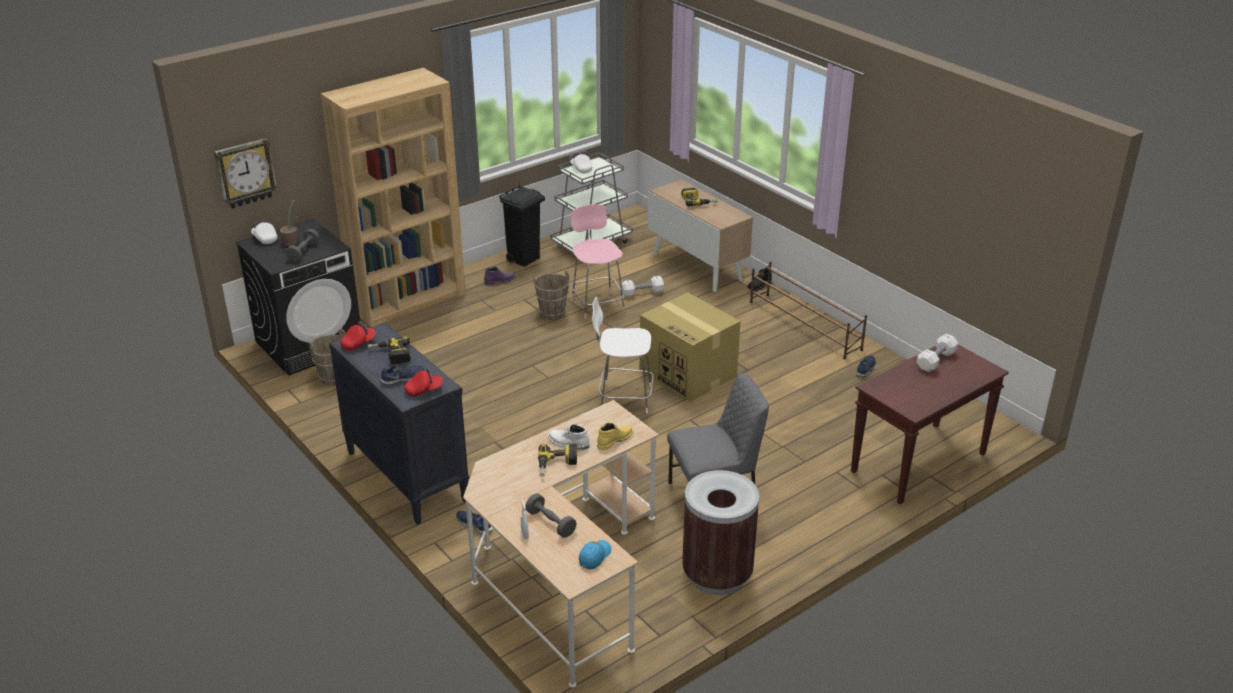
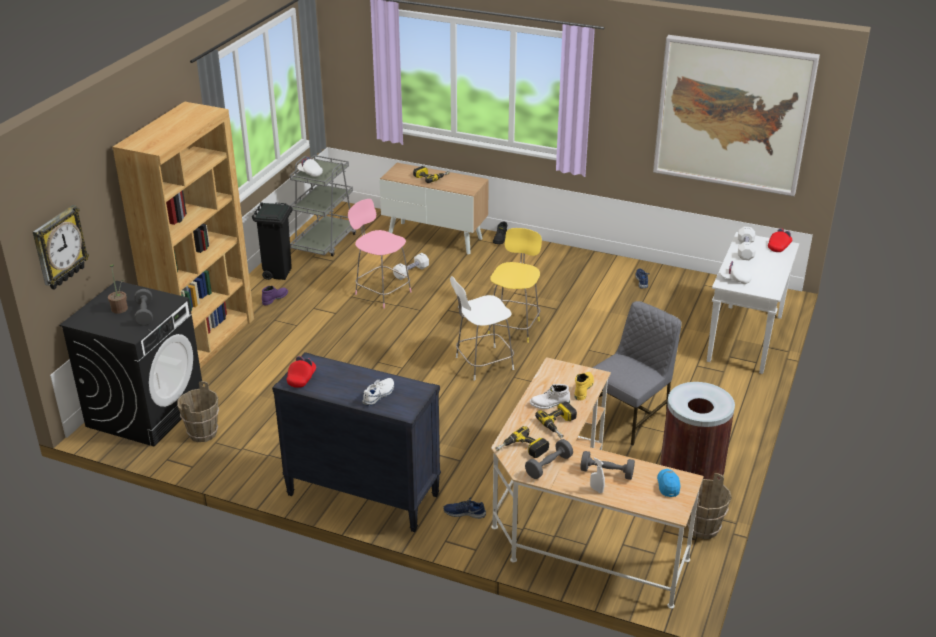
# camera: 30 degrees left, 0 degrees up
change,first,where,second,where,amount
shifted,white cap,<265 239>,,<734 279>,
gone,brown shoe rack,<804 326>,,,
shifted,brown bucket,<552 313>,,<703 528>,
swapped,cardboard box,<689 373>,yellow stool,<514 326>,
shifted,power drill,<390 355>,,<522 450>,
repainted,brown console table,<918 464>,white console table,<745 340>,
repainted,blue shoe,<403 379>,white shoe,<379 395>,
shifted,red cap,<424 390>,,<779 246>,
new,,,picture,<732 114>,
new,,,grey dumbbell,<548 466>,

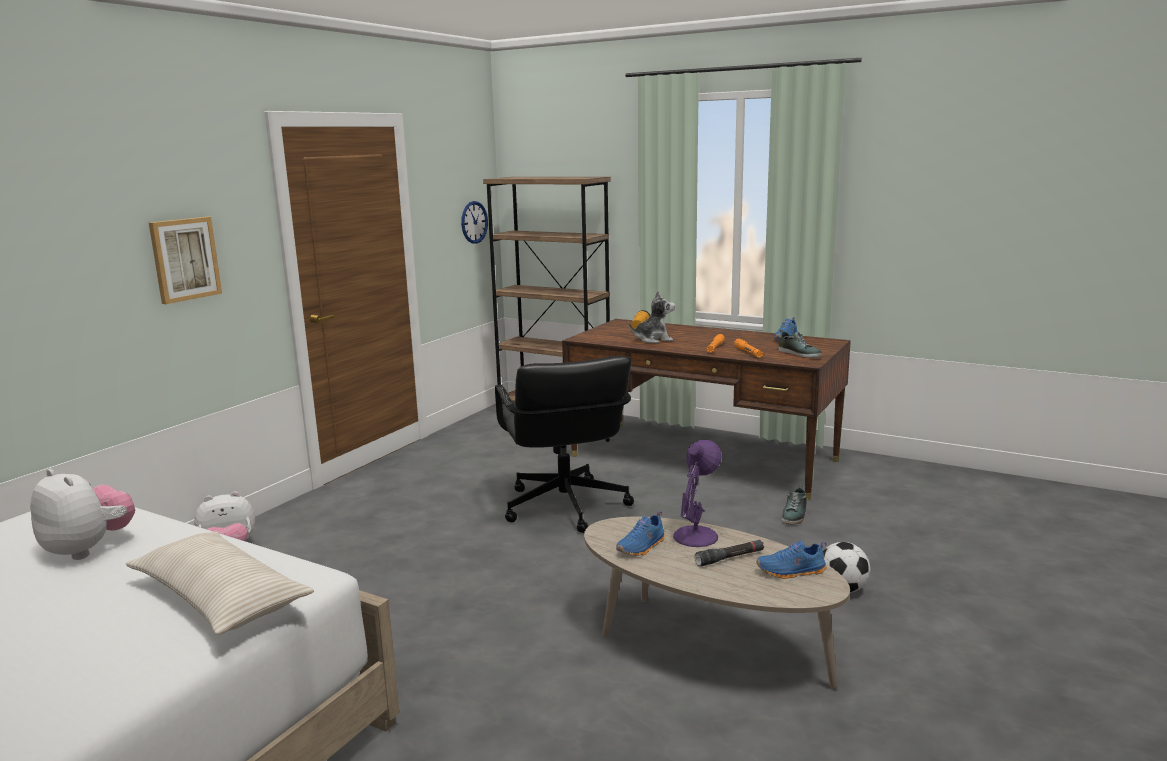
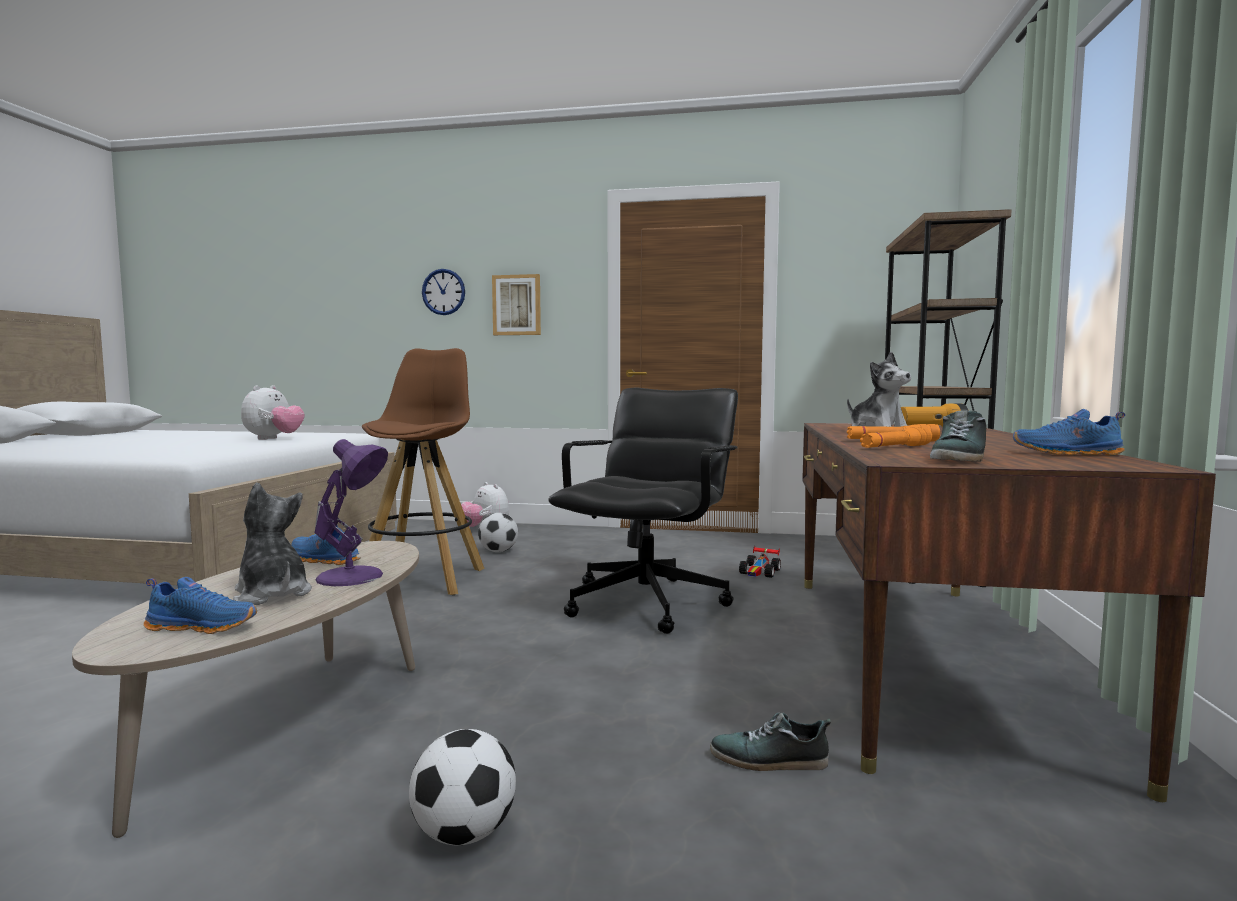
# camera: 70 degrees right, 10 degrees down
change,first,where,second,where,amount
shifted,wall clock,<474 222>,,<443 292>,
rotated,black office chair,<564 507>,,<648 603>,150 degrees clockwise
gone,beige pillow,<220 598>,,,
swapped,black flashlight,<730 558>,plush toy,<272 594>,
rotated,blue shoe,<791 572>,,<204 626>,120 degrees clockwise
new,,,brown stool,<424 579>,
new,,,football,<498 551>,
new,,,toy car,<760 572>,

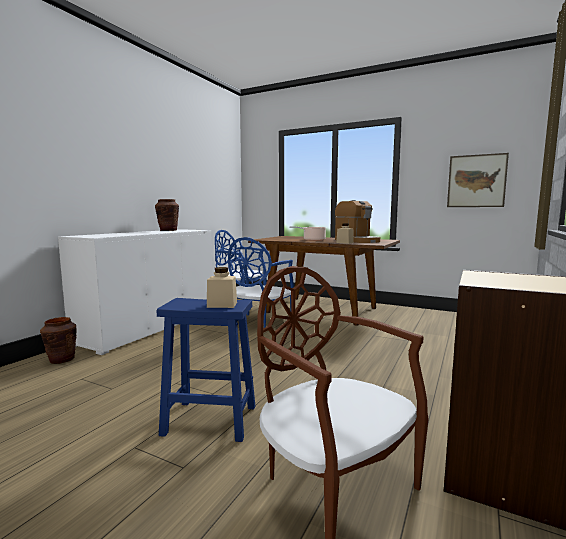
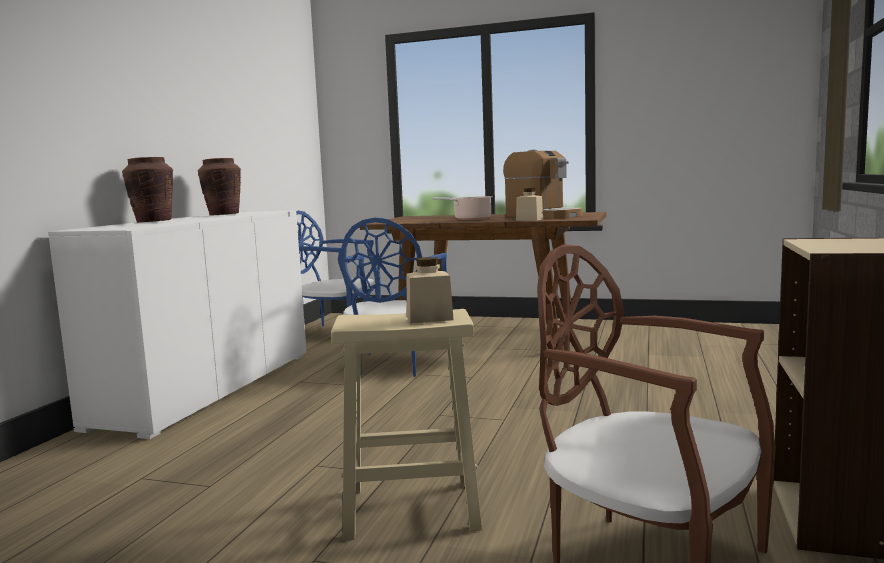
# camera: 10 degrees left, 0 degrees up
change,first,where,second,where,amount
gone,picture,<476 181>,,,
repainted,blue stool,<208 420>,beige stool,<408 509>,
shifted,brown vase,<61 360>,,<153 221>,

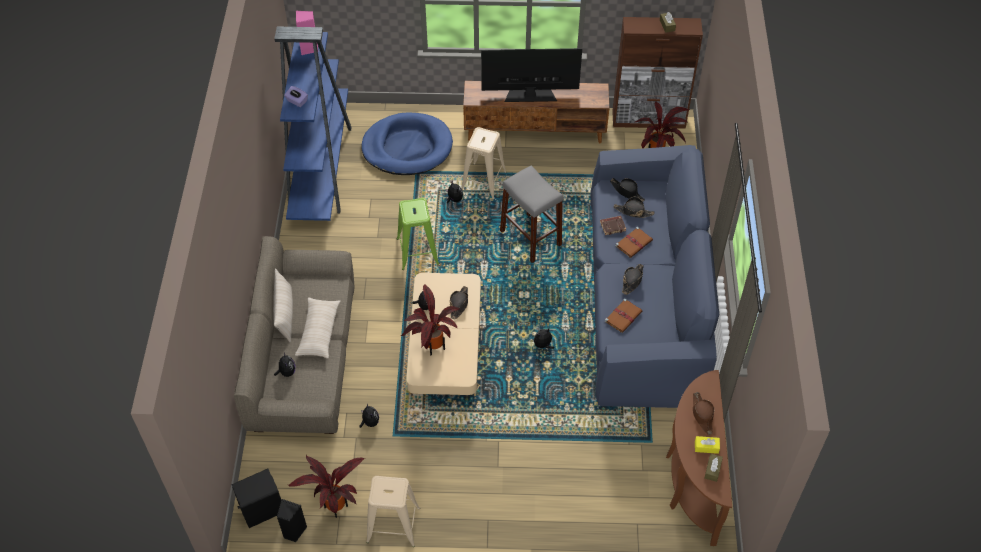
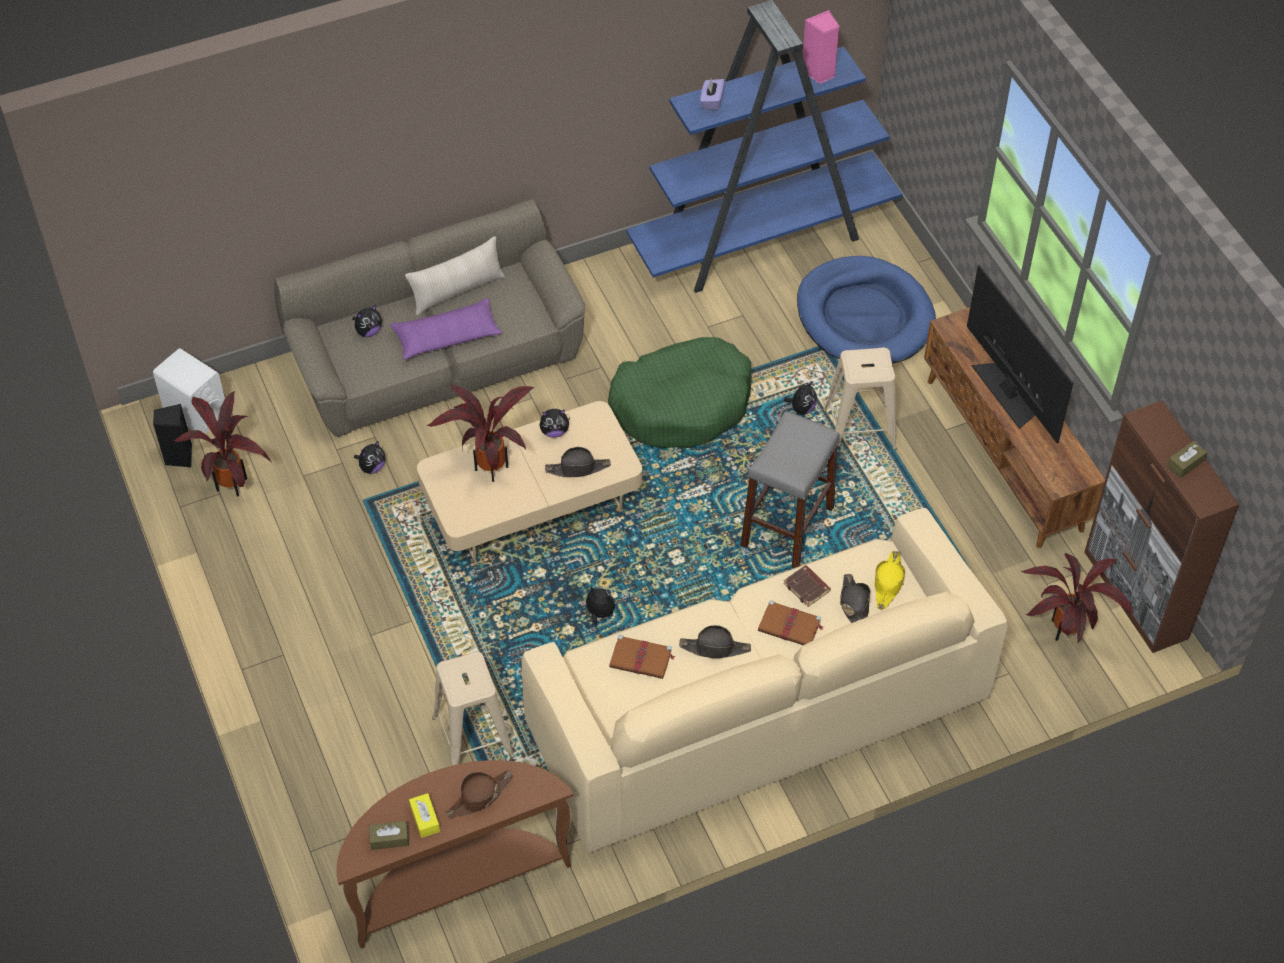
# camera: 65 degrees right, 0 degrees up
change,first,where,second,where,amount
repainted,blue sofa,<643 298>,beige sofa,<758 711>,
repainted,black hat,<627 192>,yellow hat,<888 583>,
swapped,green stool,<417 251>,green dog bed,<682 404>,
repainted,beige pillow,<319 332>,purple pillow,<447 336>,
repainted,black speaker,<261 509>,white speaker,<195 412>,
shifted,beige stool,<394 525>,,<473 737>,

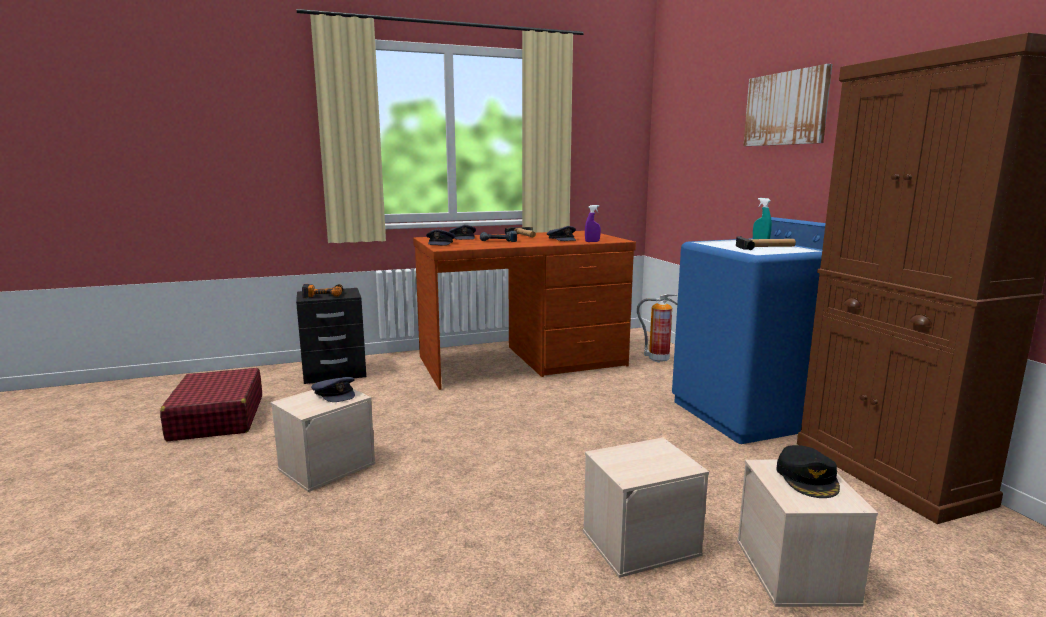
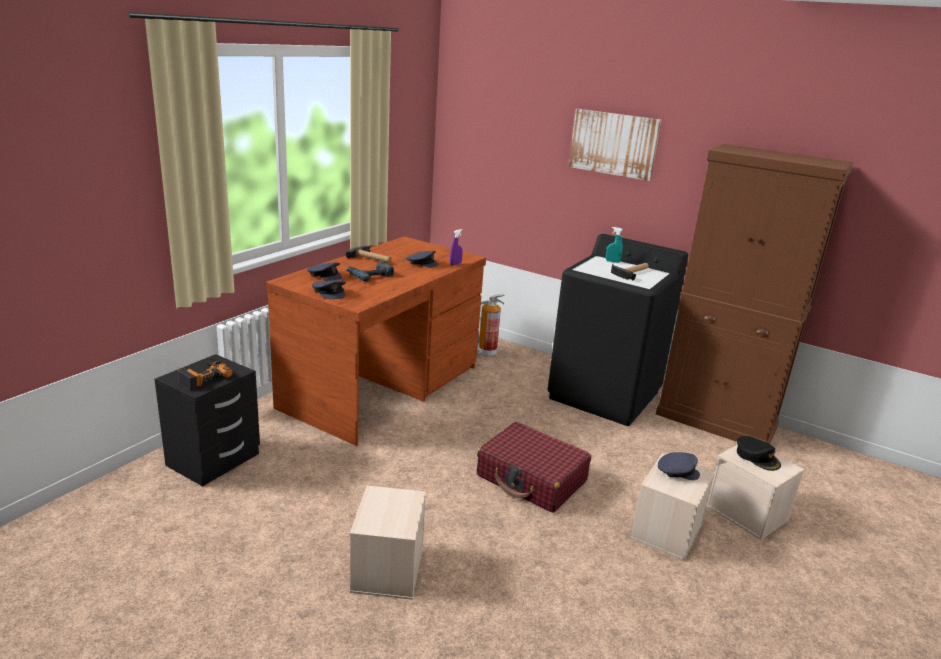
# camera: 40 degrees left, 10 degrees up
change,first,where,second,where,amount
repainted,blue washing machine,<749 414>,black washing machine,<605 395>,
shifted,red suitcase,<217 418>,,<531 479>,
shifted,grey cap,<335 394>,,<677 471>,

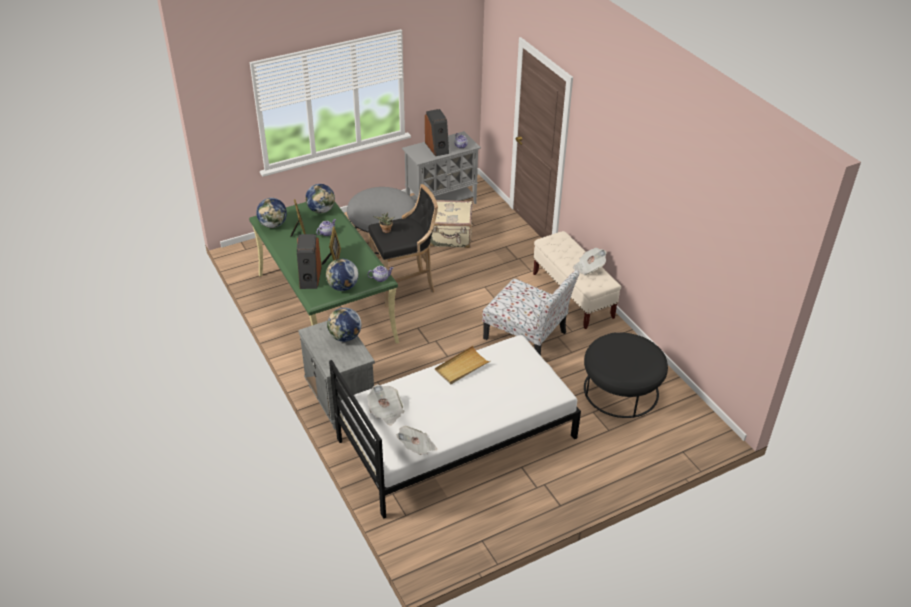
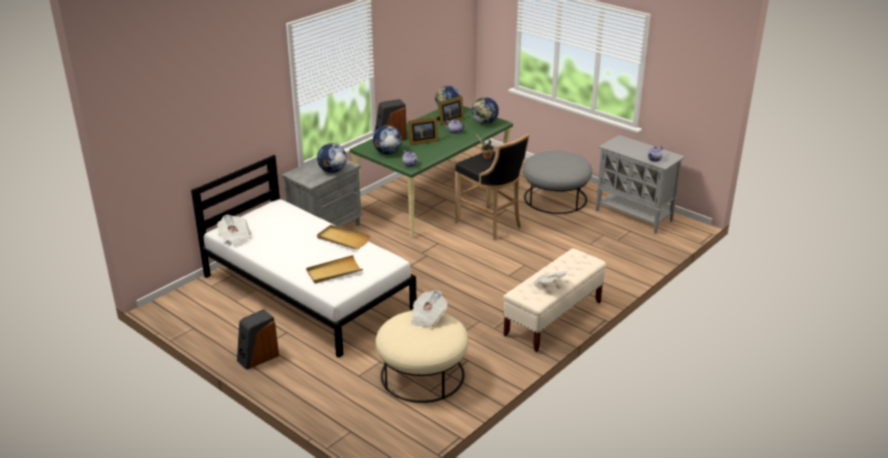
# camera: 70 degrees right, 10 degrees down
change,first,where,second,where,amount
shifted,speaker,<437 147>,,<258 357>,
gone,beige suitcase,<450 237>,,,
gone,chair,<527 336>,,,
repainted,black ottoman,<621 390>,beige ottoman,<422 375>,
shifted,newspaper,<386 411>,,<427 318>,
new,,,beige tray,<334 271>,

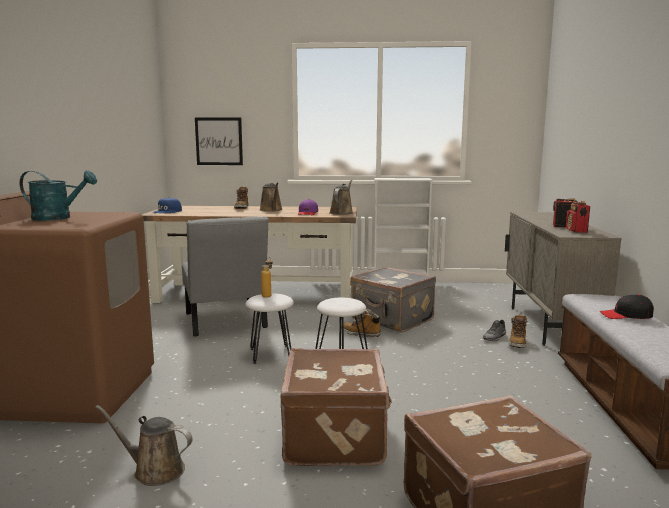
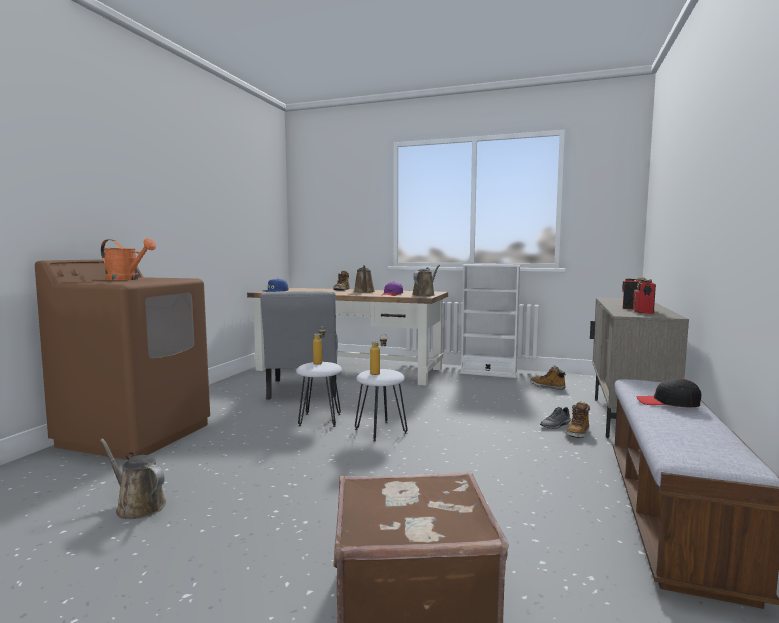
# camera: 15 degrees right, 5 degrees down
change,first,where,second,where,amount
gone,picture,<219 141>,,,
repainted,turquoise watering can,<58 218>,orange watering can,<127 279>,
gone,grey suitcase,<392 320>,,,
shifted,boot,<361 334>,,<547 387>,
gone,brown suitcase,<337 436>,,,
new,,,bottle,<379 373>,

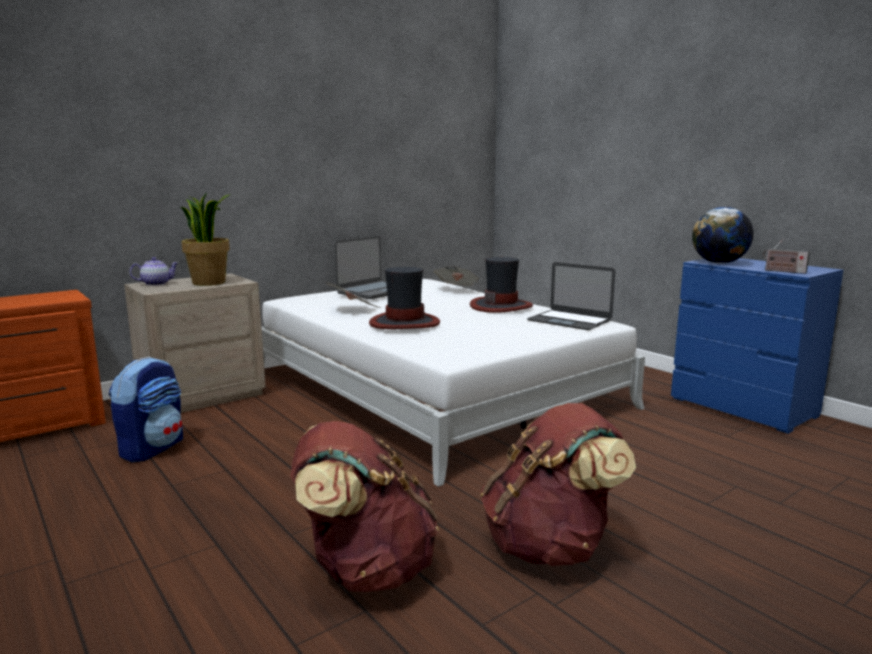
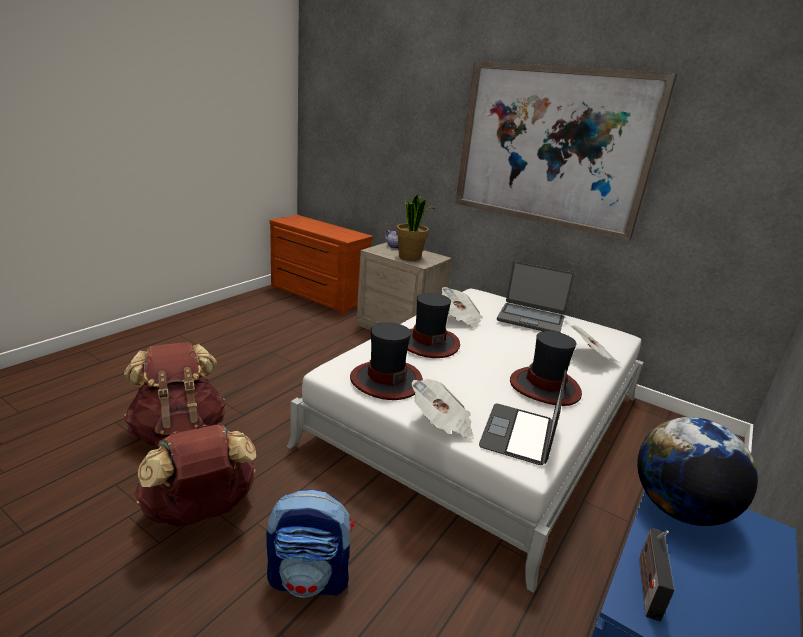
# camera: 70 degrees right, 10 degrees up
change,first,where,second,where,amount
shifted,backpack,<152 448>,,<310 578>,
new,,,picture,<552 147>,
new,,,hat,<385 380>,
new,,,newspaper,<442 424>,

